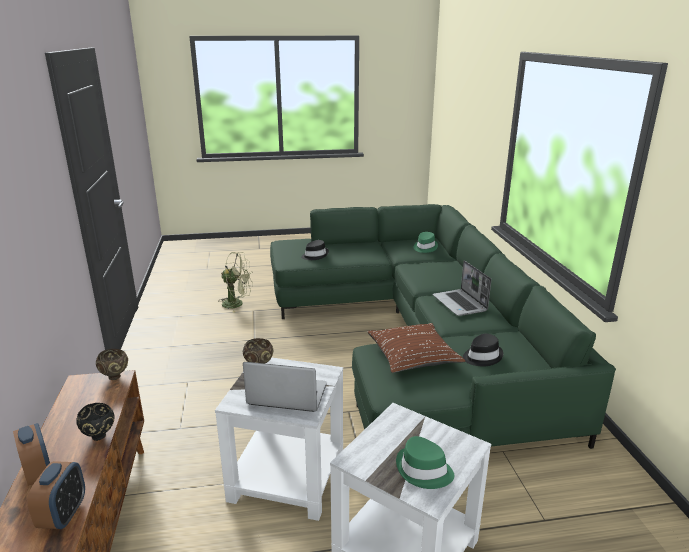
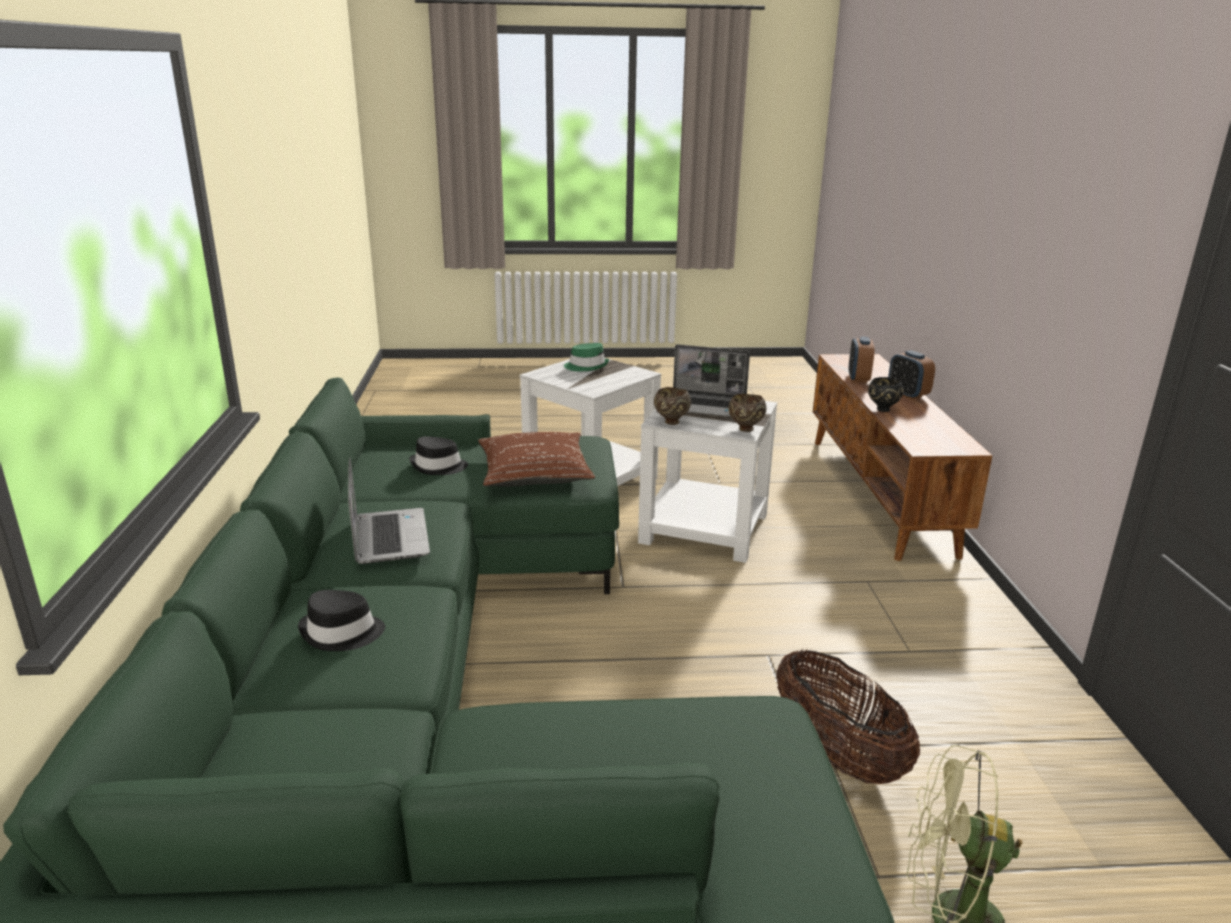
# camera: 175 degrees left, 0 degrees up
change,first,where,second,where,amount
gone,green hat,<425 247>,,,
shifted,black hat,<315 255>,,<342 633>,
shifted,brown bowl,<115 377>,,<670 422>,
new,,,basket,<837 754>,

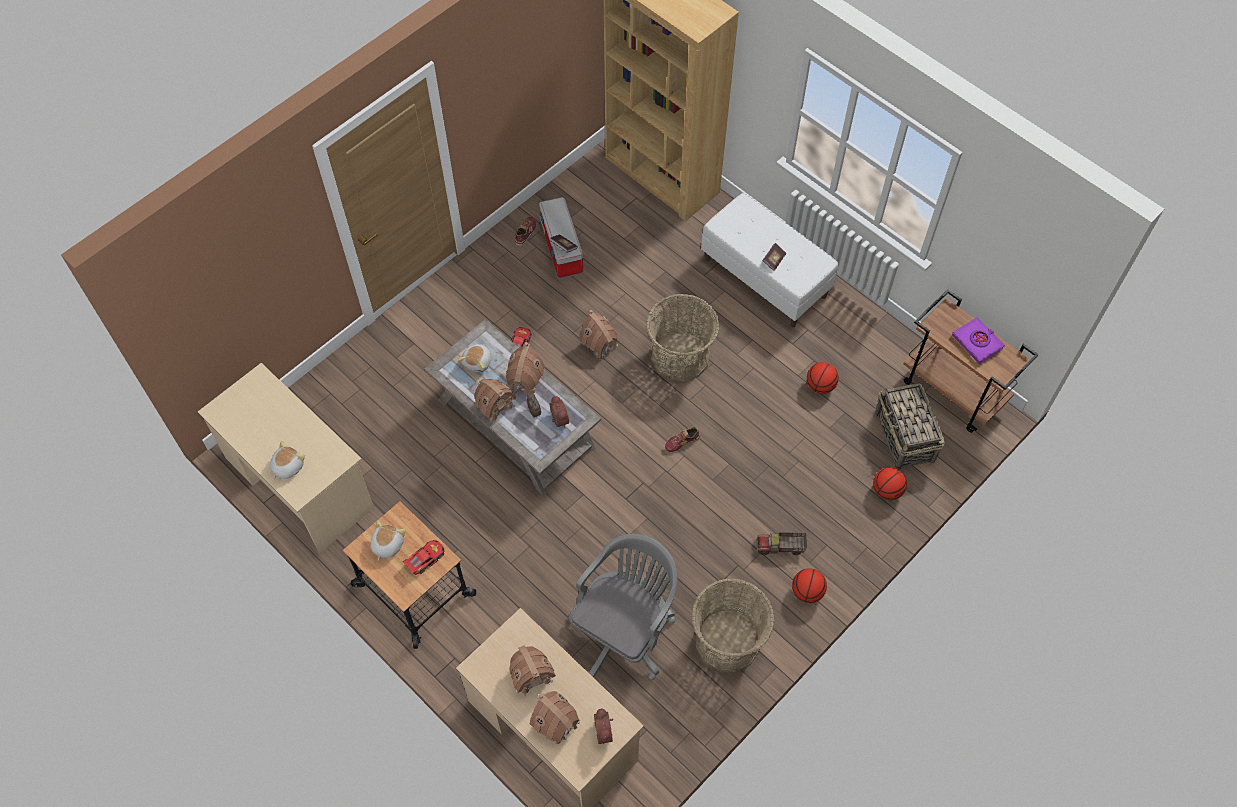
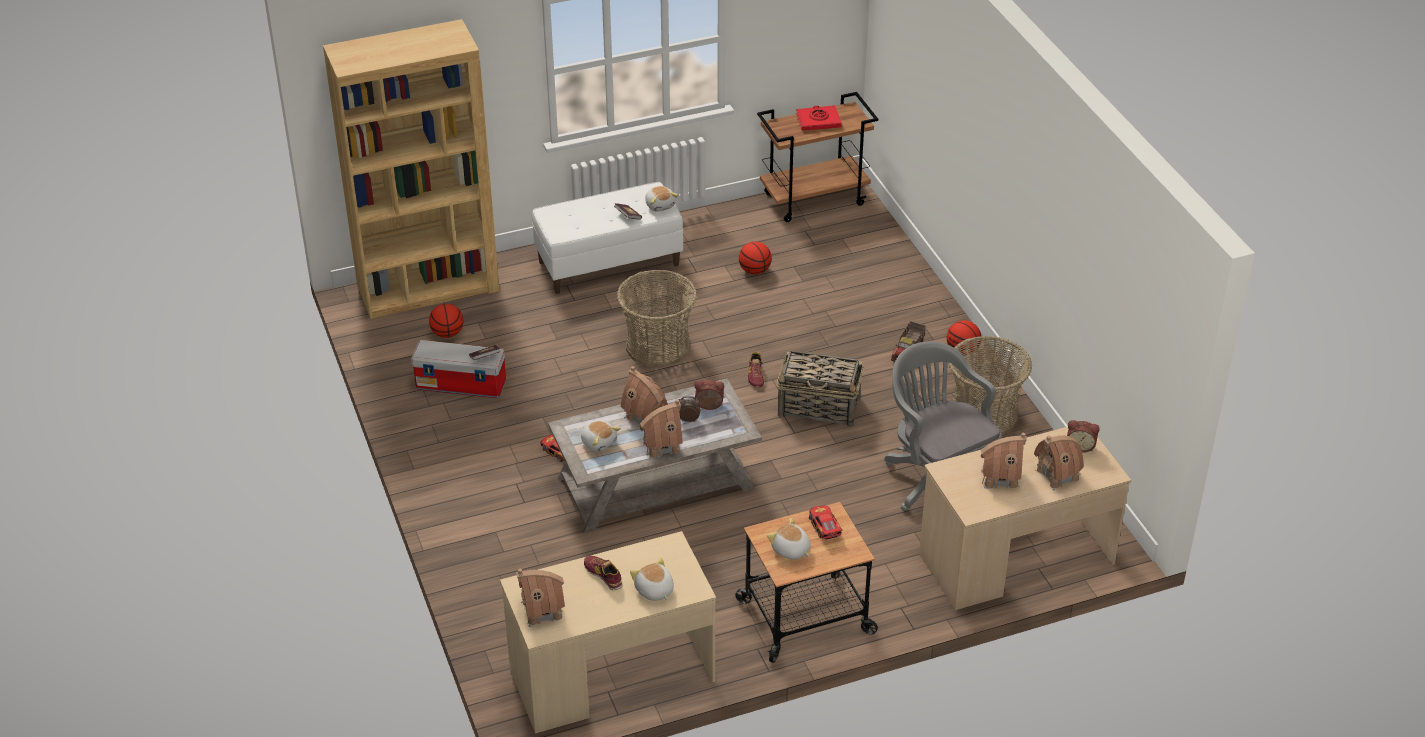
# camera: 65 degrees left, 20 degrees down
change,first,where,second,where,amount
shifted,shoe,<525 232>,,<603 575>,
shifted,toy house,<600 344>,,<542 610>,
repainted,purple book,<977 342>,red book,<818 121>,
shifted,basket,<904 438>,,<820 407>,
shifted,basketball,<887 490>,,<447 334>,
new,,,plush toy,<660 205>,

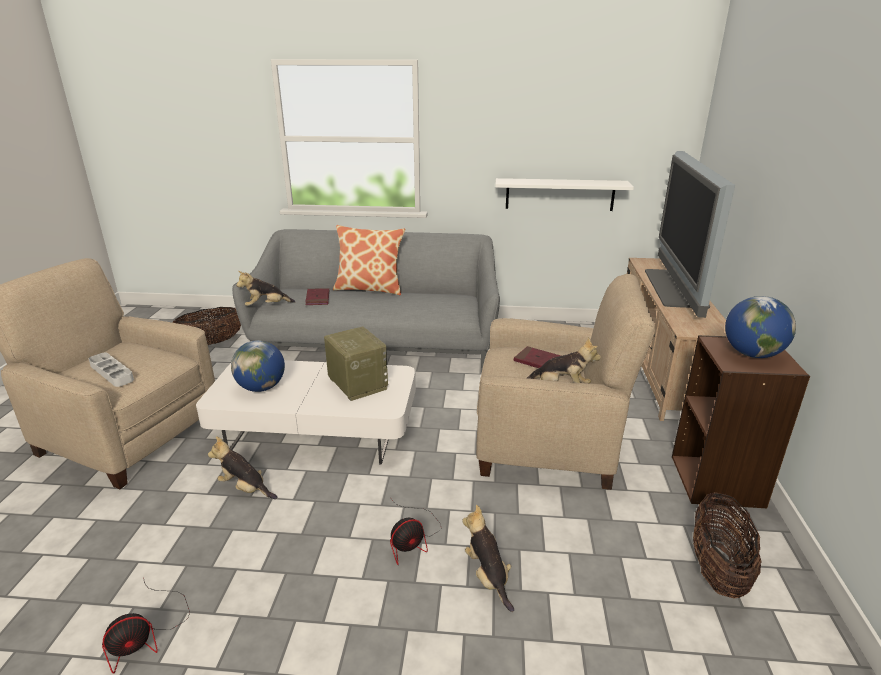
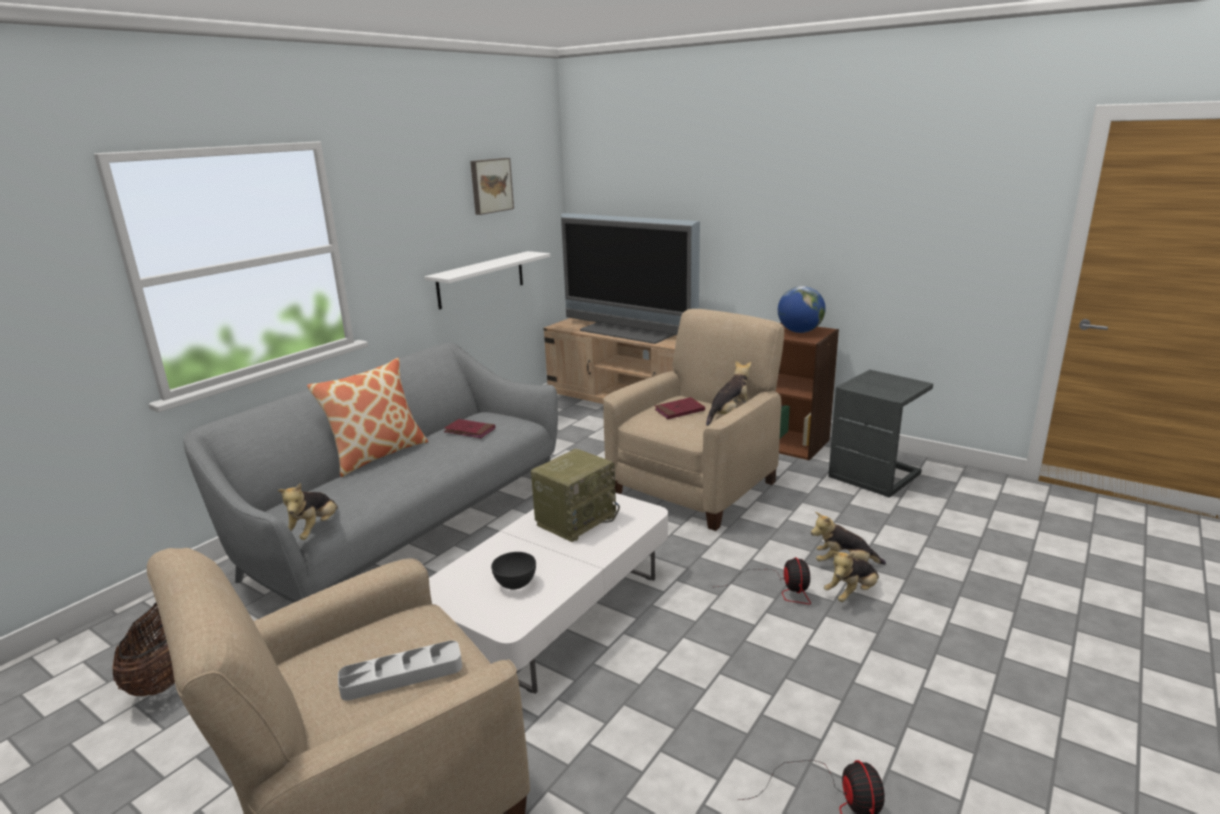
# camera: 60 degrees left, 5 degrees down
change,first,where,second,where,amount
shifted,red book,<317 298>,,<470 431>,
rotated,radio,<356 383>,,<576 520>,135 degrees clockwise
swapped,globe,<261 387>,grey bowl,<515 583>,
shifted,plush toy,<245 488>,,<852 593>,
swapped,basket,<717 569>,grey side table,<876 476>,
new,,,picture,<490 185>,

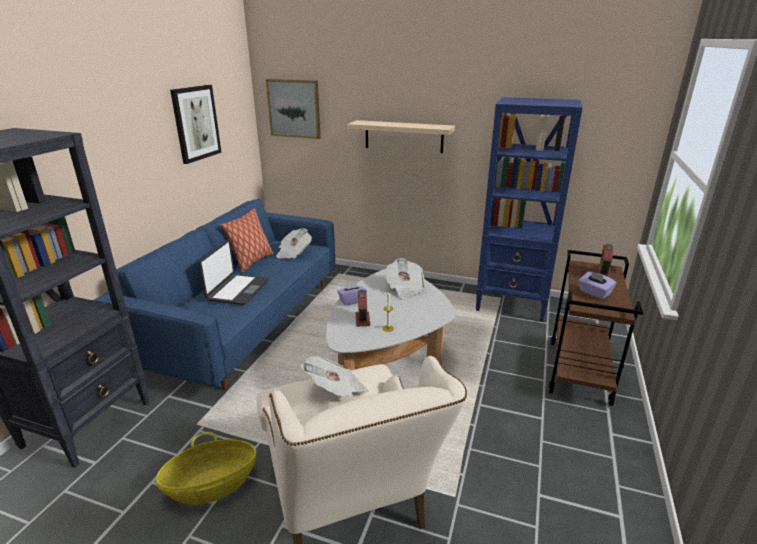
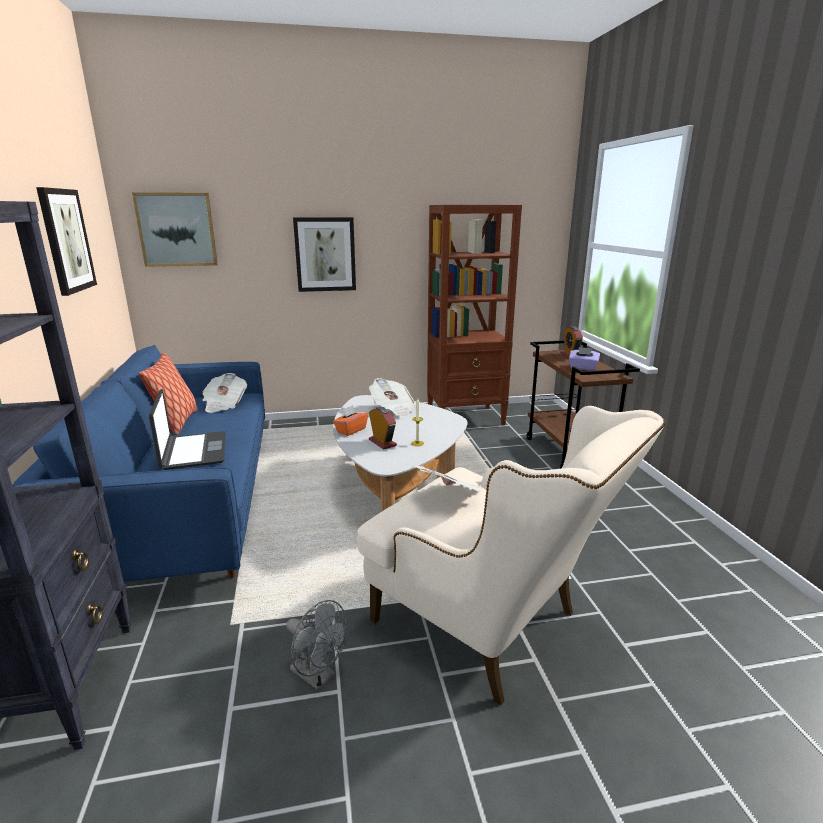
# camera: 30 degrees left, 5 degrees down
change,first,where,second,where,amount
repainted,blue bookcase,<512 304>,brown bookcase,<466 418>,
swapped,beige shelf,<403 136>,picture,<325 254>,
repainted,purple tissue box,<352 301>,orange tissue box,<351 430>,
swapped,basket,<212 485>,grey fan,<318 676>,

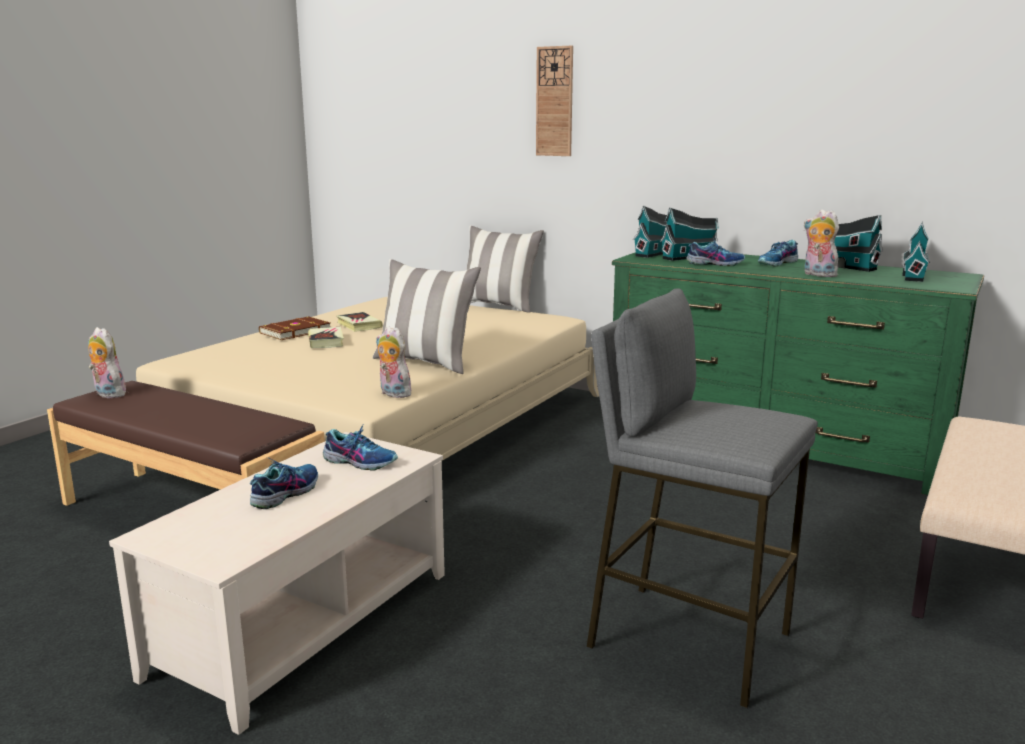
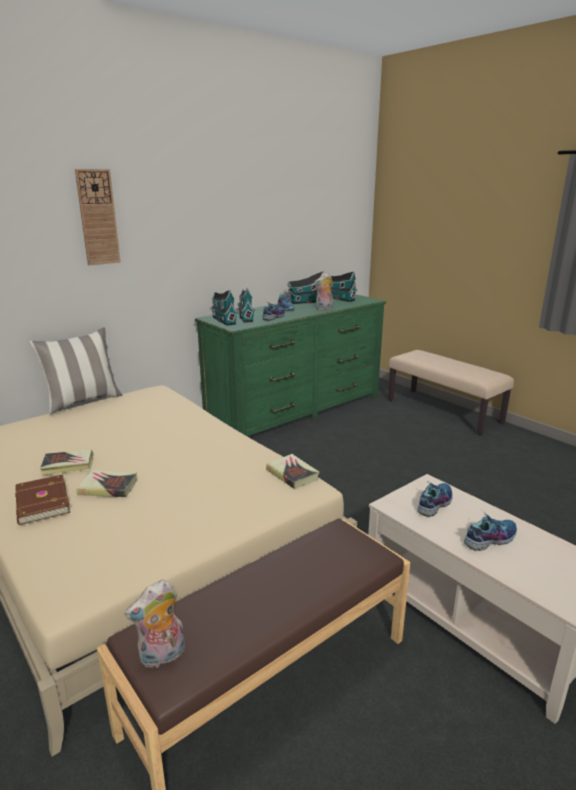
# camera: 70 degrees left, 5 degrees up
change,first,where,second,where,amount
gone,pillow,<426 362>,,,
gone,grey stool,<688 640>,,,
swapped,plush toy,<393 394>,book,<292 474>,
rotated,shoe,<285 493>,,<490 539>,105 degrees clockwise

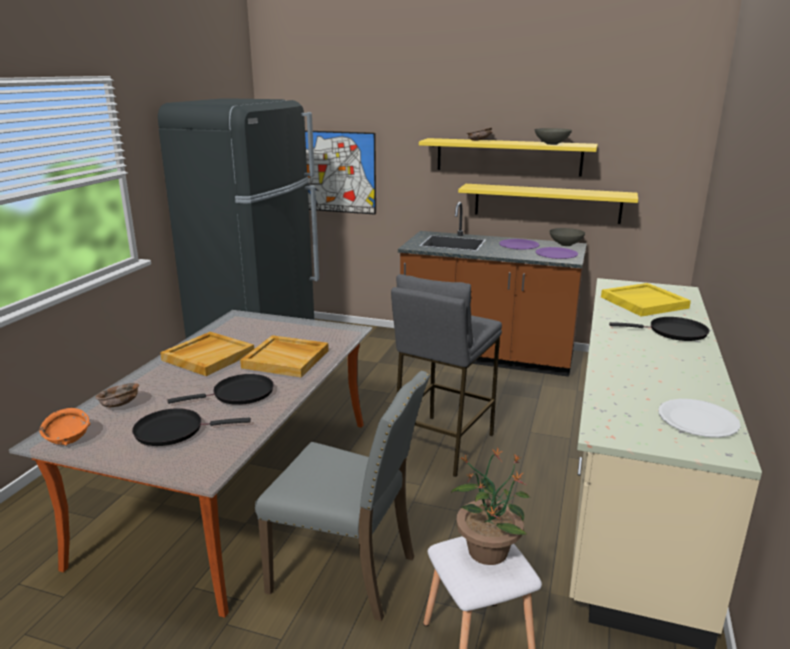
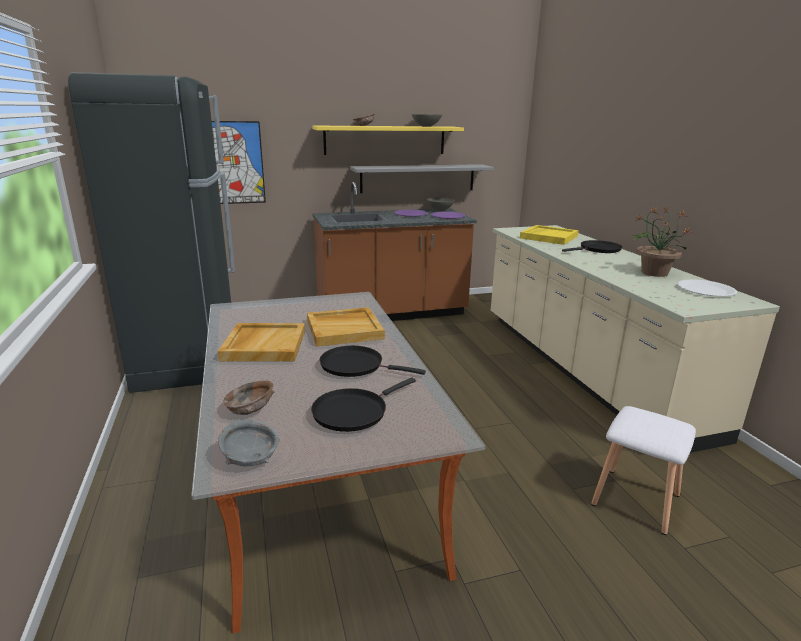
# camera: 35 degrees left, 0 degrees up
change,first,where,second,where,amount
repainted,yellow shelf,<546 203>,grey shelf,<418 178>,
gone,grey stool,<442 445>,,,
gone,grey chair,<347 572>,,,
rotated,black frying pan,<239 394>,,<356 366>,105 degrees counterclockwise
repainted,orange bowl,<67 438>,grey bowl,<250 457>,
shifted,potted plant,<488 550>,,<653 273>,

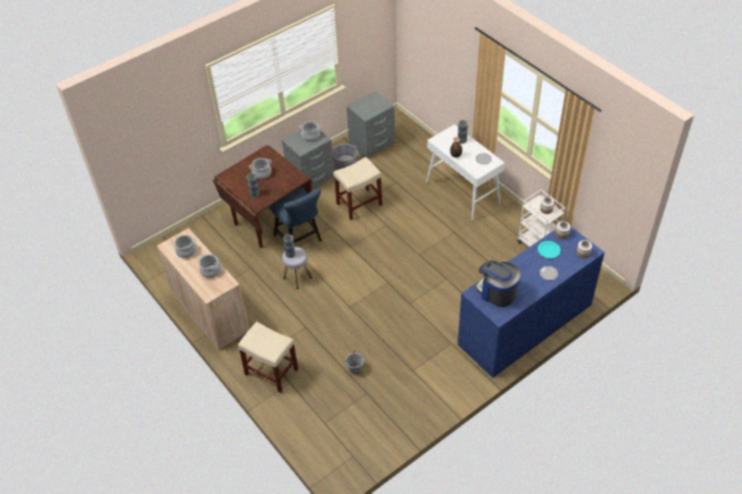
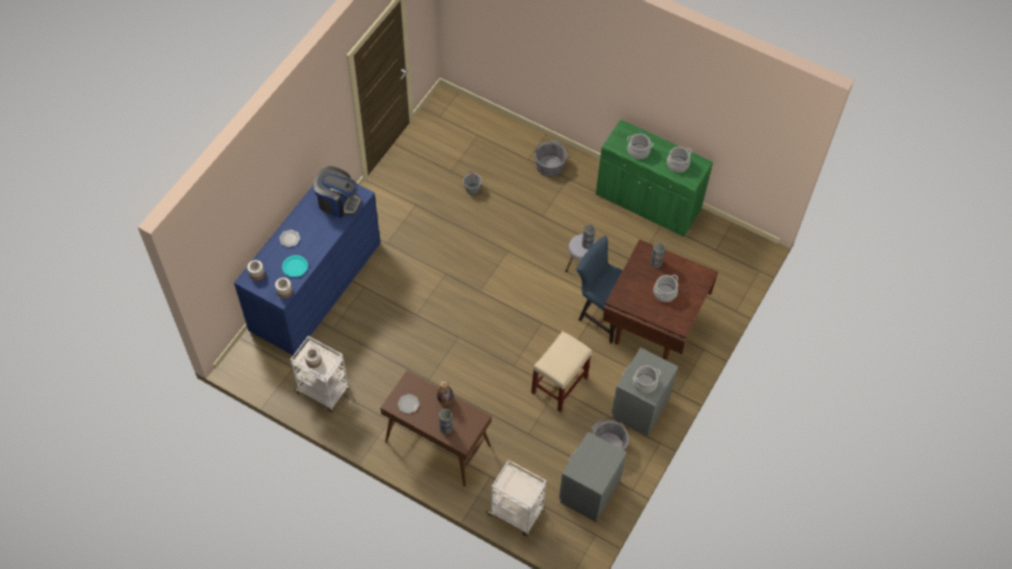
# camera: 155 degrees right, 10 degrees up
change,first,where,second,where,amount
repainted,white console table,<463 192>,brown console table,<437 444>,
repainted,beige cabinet,<210 312>,green cabinet,<648 203>,
swapped,beige stool,<272 372>,grey bucket,<550 164>,
new,,,white cart,<516 513>,

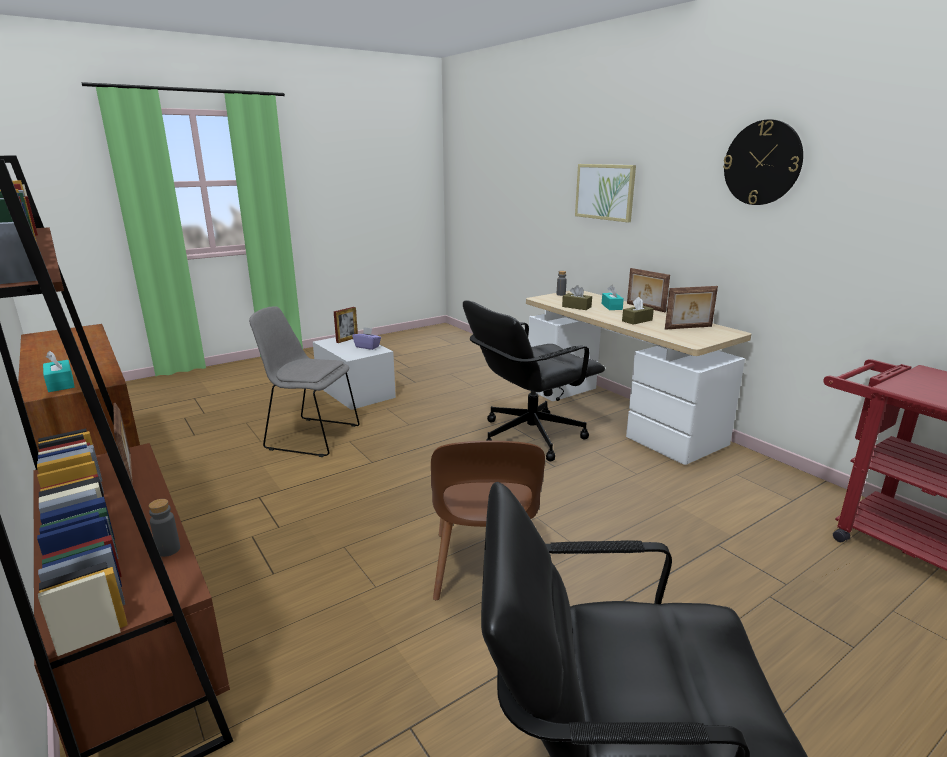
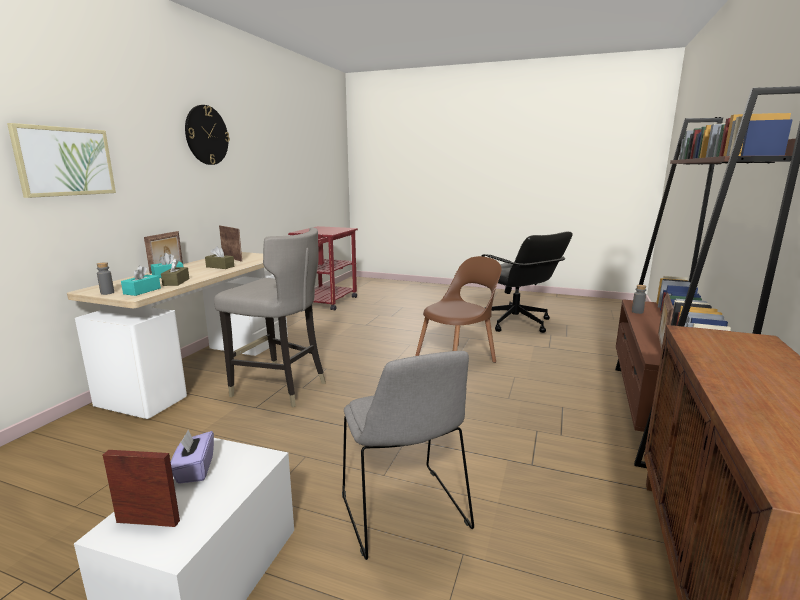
# camera: 125 degrees left, 5 degrees down
change,first,where,second,where,amount
swapped,black office chair,<529 436>,grey stool,<281 388>,
shifted,turquoise tissue box,<60 383>,,<142 291>,

